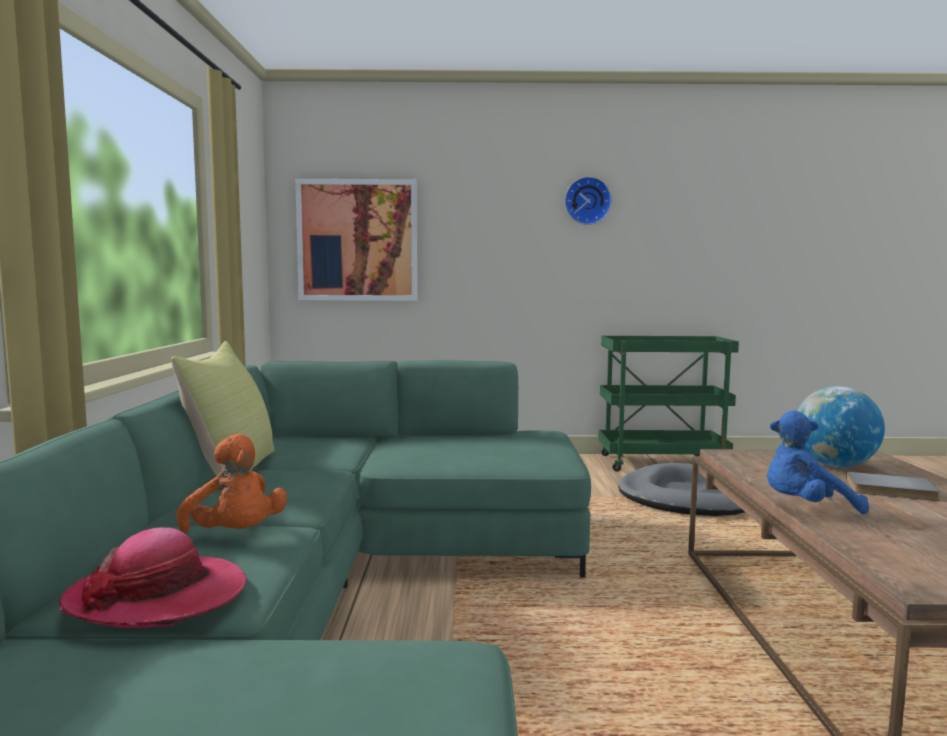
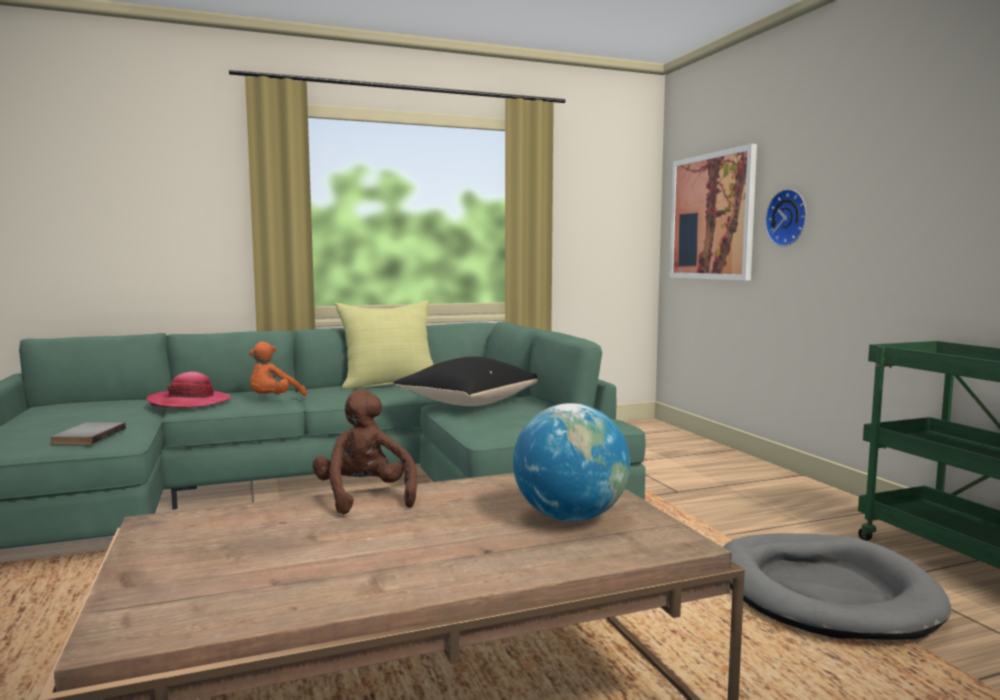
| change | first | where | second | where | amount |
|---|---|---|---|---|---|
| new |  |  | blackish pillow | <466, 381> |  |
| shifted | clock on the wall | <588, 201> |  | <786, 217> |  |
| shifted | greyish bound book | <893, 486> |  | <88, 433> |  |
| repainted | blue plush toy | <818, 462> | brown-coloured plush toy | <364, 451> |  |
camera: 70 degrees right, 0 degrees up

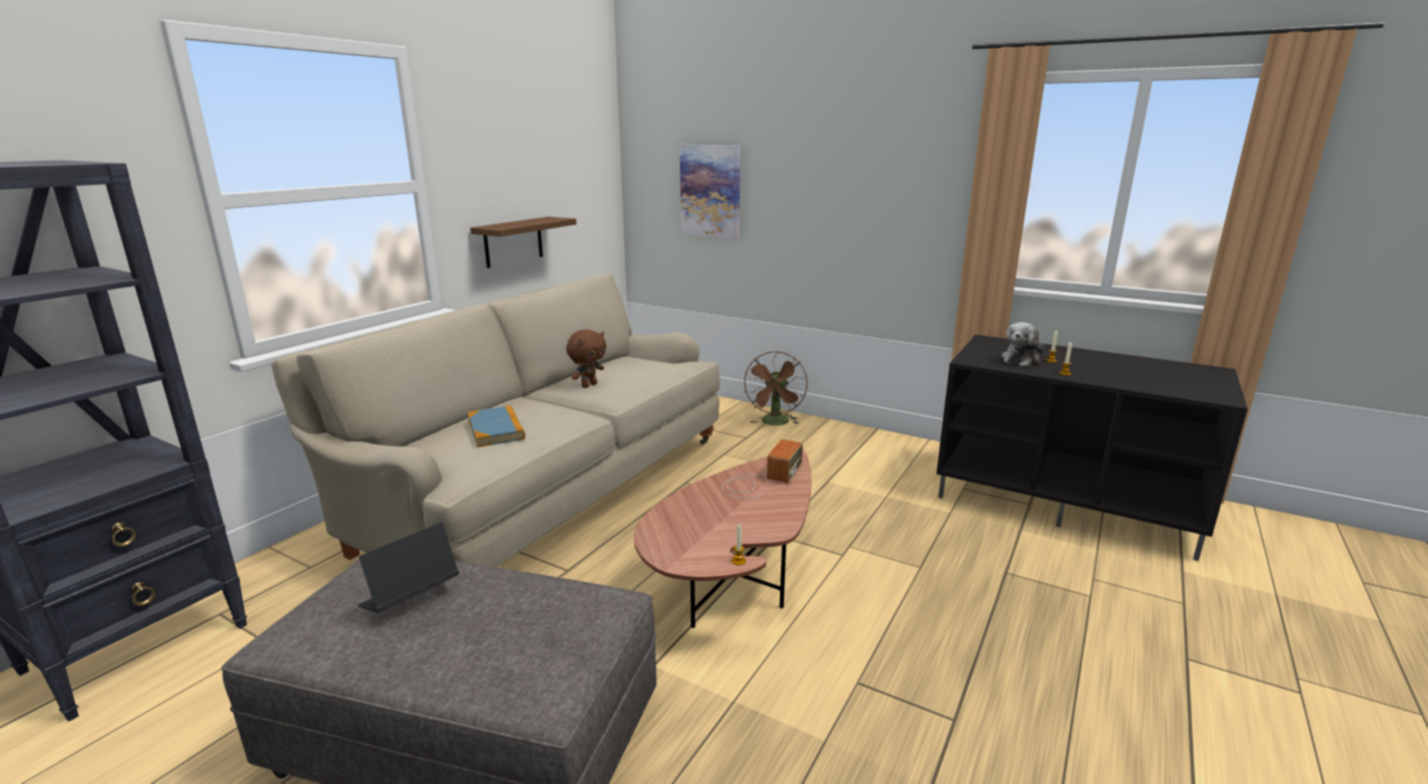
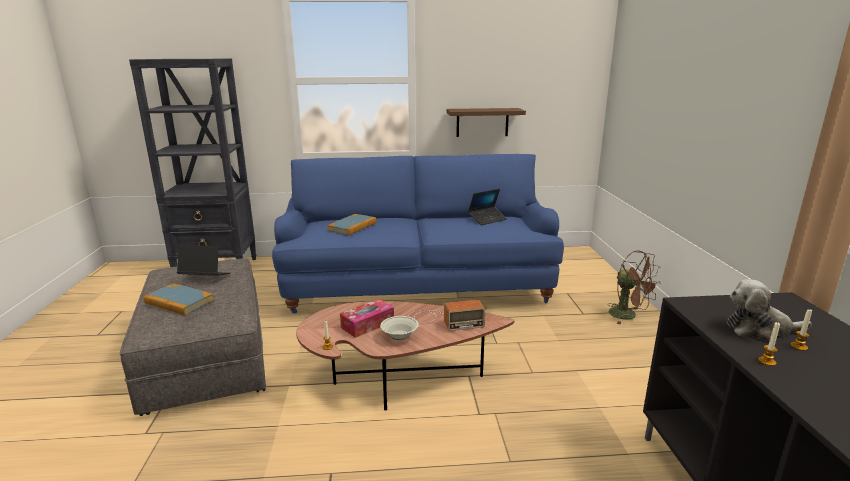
| change | first | where | second | where | amount |
|---|---|---|---|---|---|
| gone | brown-coloured plush toy | <586, 358> |  |  |  |
| gone | wall picture | <710, 192> |  |  |  |
| new |  |  | bound book | <178, 299> |  |
| new |  |  | tissue box | <367, 318> |  |
| new |  |  | white bowl | <399, 328> |  |
| new |  |  | notebook computer | <487, 207> |  |
| repainted | beige settee | <495, 420> | blue settee | <418, 234> |  |
| rotated | brown-coloured electric fan | <775, 388> |  | <634, 287> | 105 degrees counterclockwise |
camera: 55 degrees right, 0 degrees up

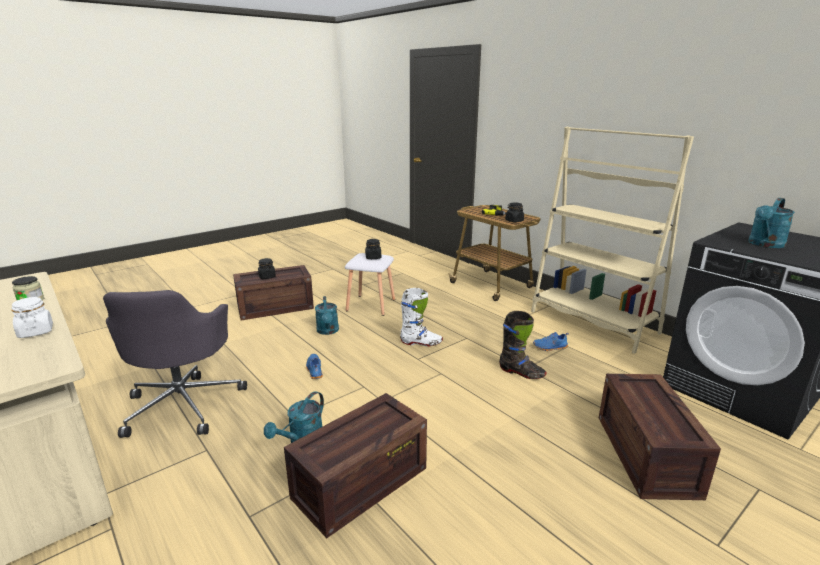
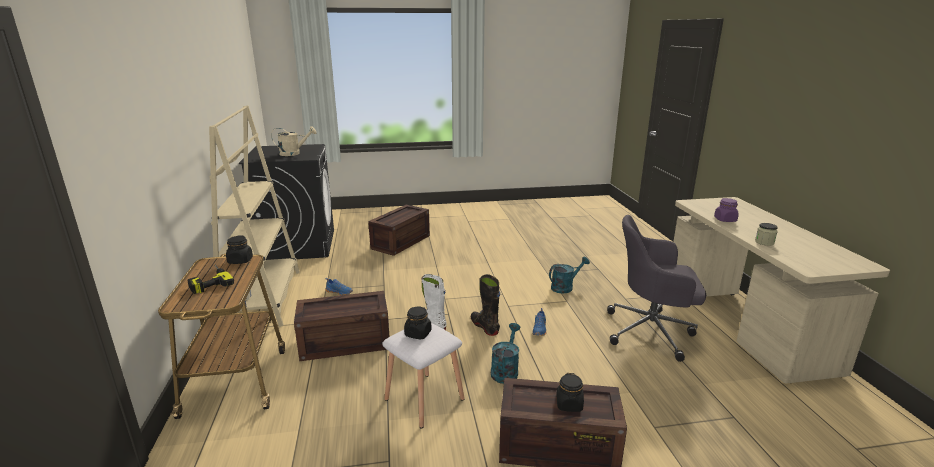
| change | first | where | second | where | amount |
|---|---|---|---|---|---|
| shifted | shipping crate | <355, 465> |  | <341, 326> |  |
| shifted | blackish tall boot | <523, 345> |  | <485, 305> |  |
| repainted | white storage jar | <32, 317> | purple storage jar | <726, 210> |  |
| repainted | turquoise-coloured watering can | <771, 223> | beige watering can | <293, 141> |  |
| rotated | greyish office chair | <175, 364> |  | <656, 288> | 105 degrees counterclockwise |
camera: 150 degrees left, 0 degrees up

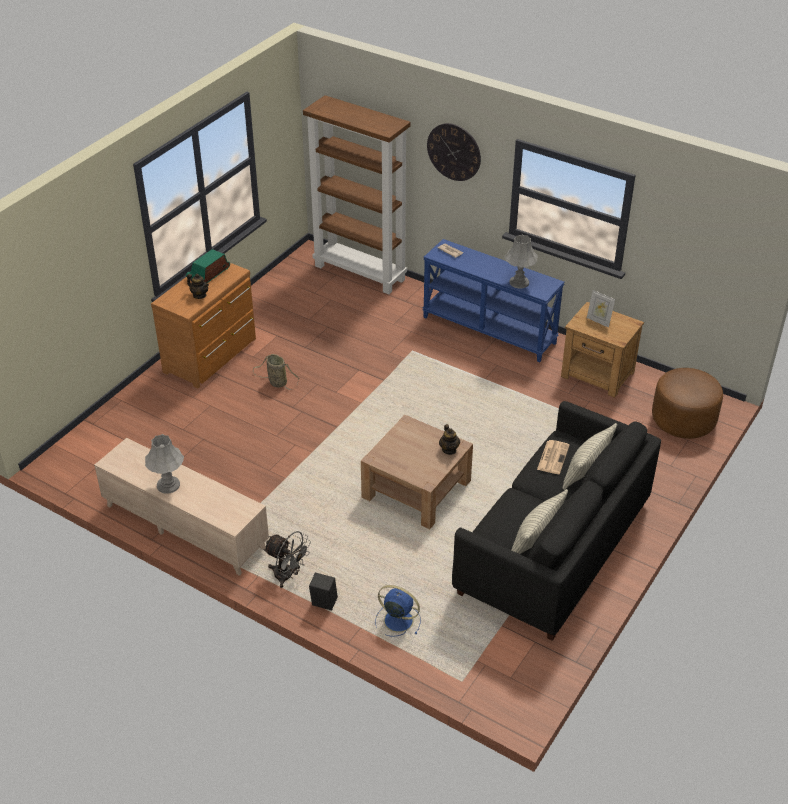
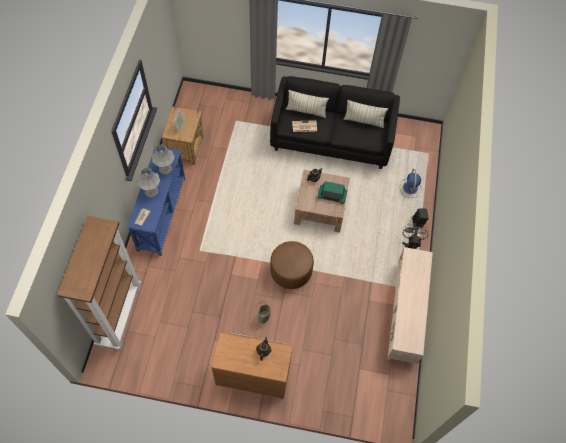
| change | first | where | second | where | amount |
|---|---|---|---|---|---|
| gone | clock on the wall | <454, 152> |  |  |  |
| shifted | greyish table lamp | <164, 464> |  | <148, 182> |  |
| shifted | radio receiver | <208, 266> |  | <332, 192> |  |
| shifted | brown-coloured ottoman | <687, 403> |  | <292, 265> |  |
camera: 115 degrees left, 20 degrees up

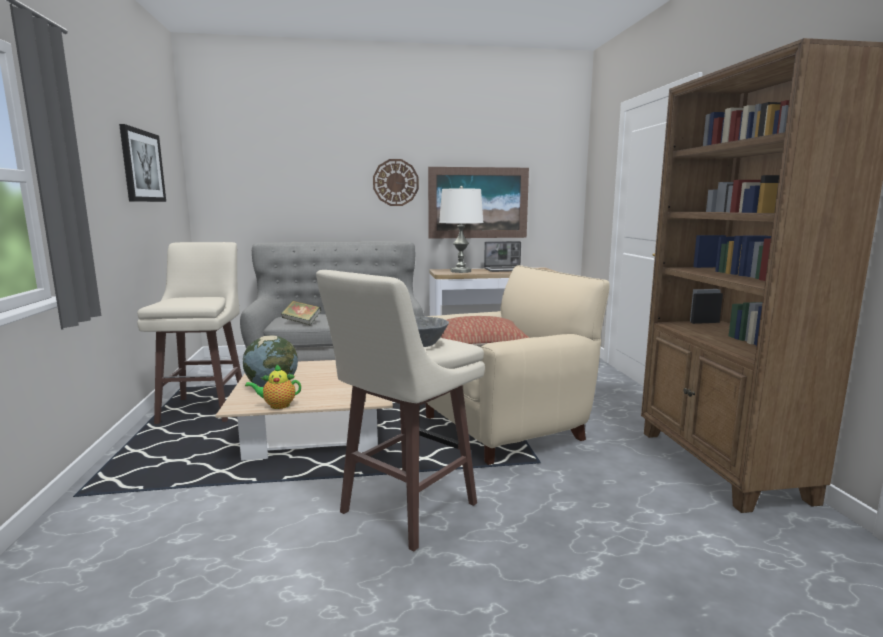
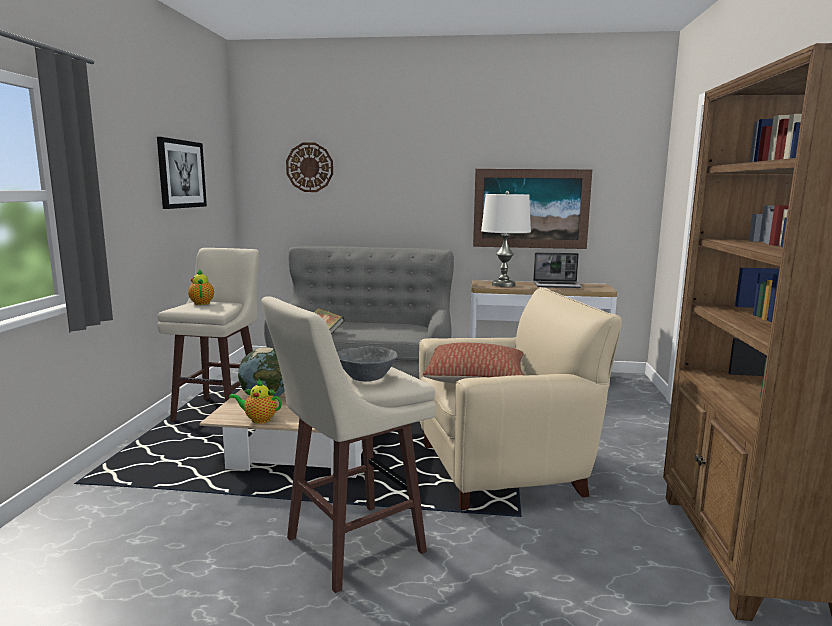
| change | first | where | second | where | amount |
|---|---|---|---|---|---|
| new |  |  | tea pot | <201, 287> |  |
| shifted | clock on the wall | <396, 182> |  | <309, 167> |  |
camera: 15 degrees right, 0 degrees up

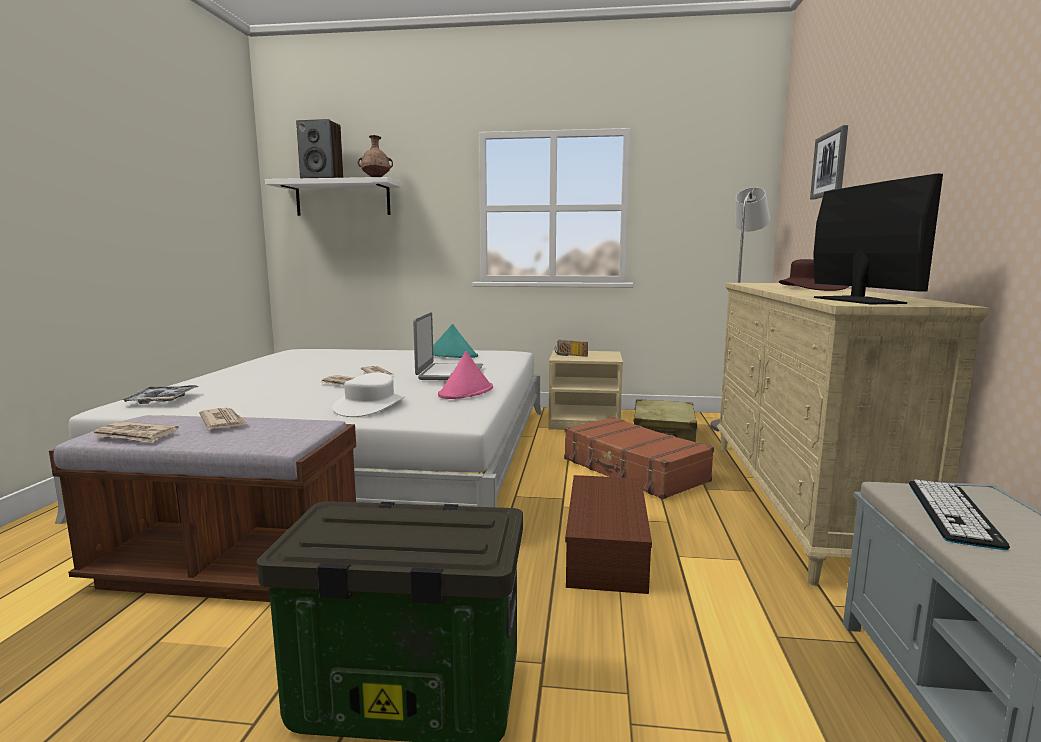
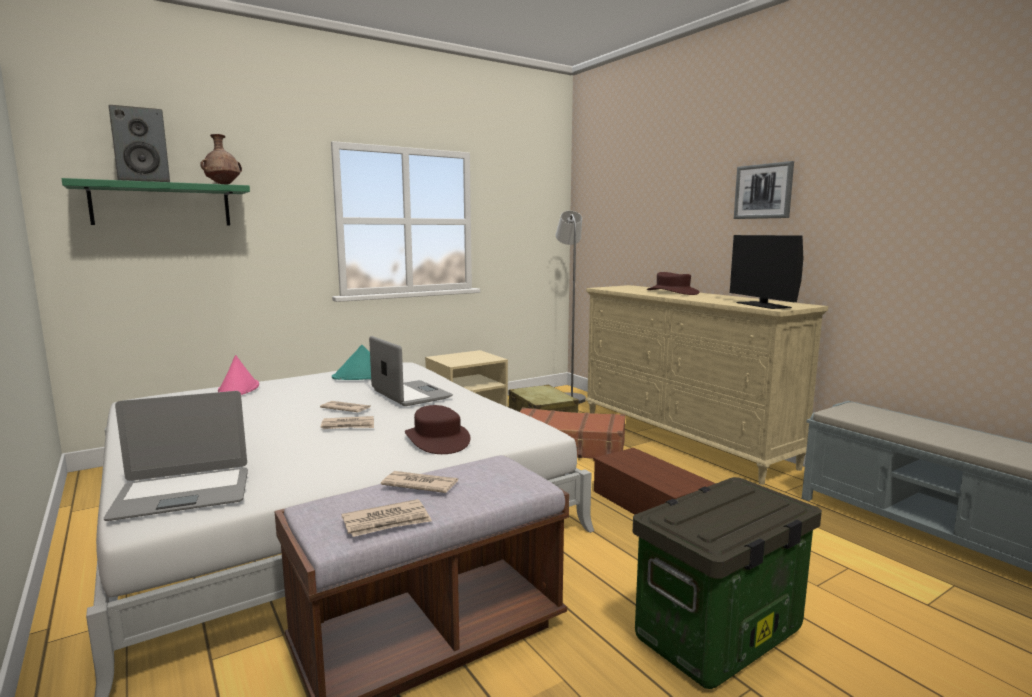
| change | first | where | second | where | amount |
|---|---|---|---|---|---|
| gone | radio receiver | <571, 348> |  |  |  |
| gone | keyboard | <959, 514> |  |  |  |
| shifted | pink clothing hat | <465, 375> |  | <238, 375> |  |
| shifted | wall picture | <829, 162> |  | <764, 190> |  |
| swapped | serving tray | <159, 394> | notebook computer | <176, 456> |  |
| repainted | white bracket shelf | <333, 196> | green-coloured bracket shelf | <155, 202> |  |
| repainted | white clothing hat | <369, 395> | brown-coloured clothing hat | <437, 429> |  |
| rotated | computer screen | <878, 239> |  | <766, 272> | 150 degrees counterclockwise |
camera: 40 degrees left, 0 degrees up

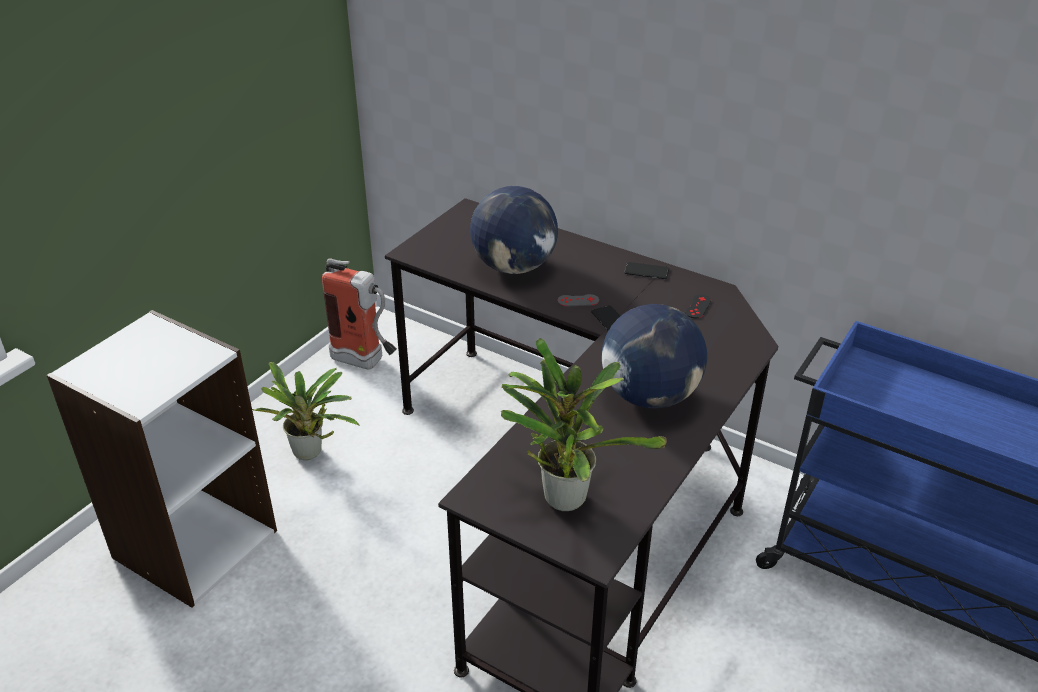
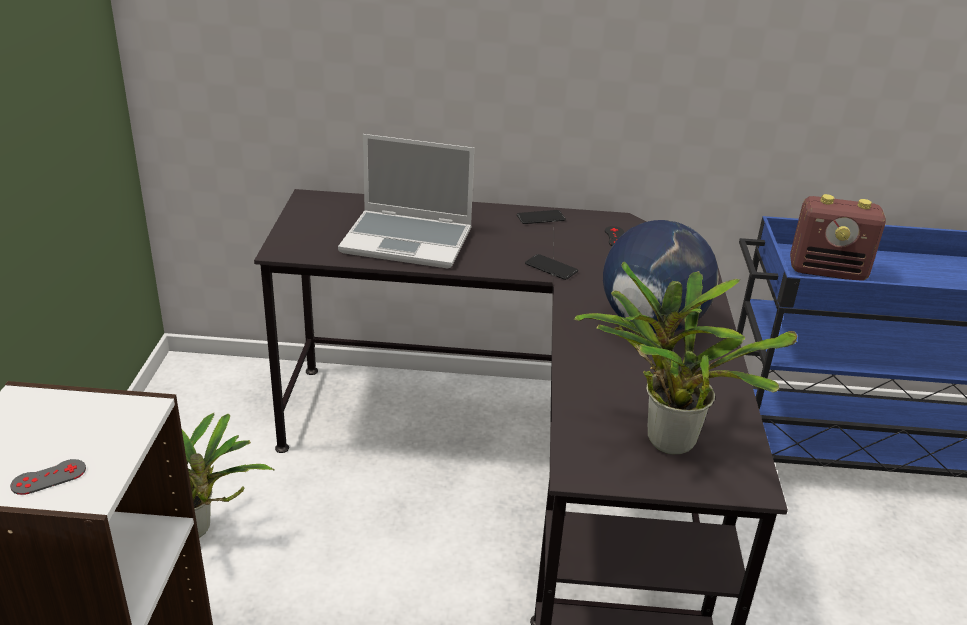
| change | first | where | second | where | amount |
|---|---|---|---|---|---|
| gone | fire-fighting cylinder | <359, 313> |  |  |  |
| new |  |  | radio receiver | <838, 237> |  |
| shifted | greyish joypad | <578, 300> |  | <48, 477> |  |
| swapped | globe | <514, 230> | notebook computer | <406, 201> |  |
camera: 30 degrees left, 5 degrees down

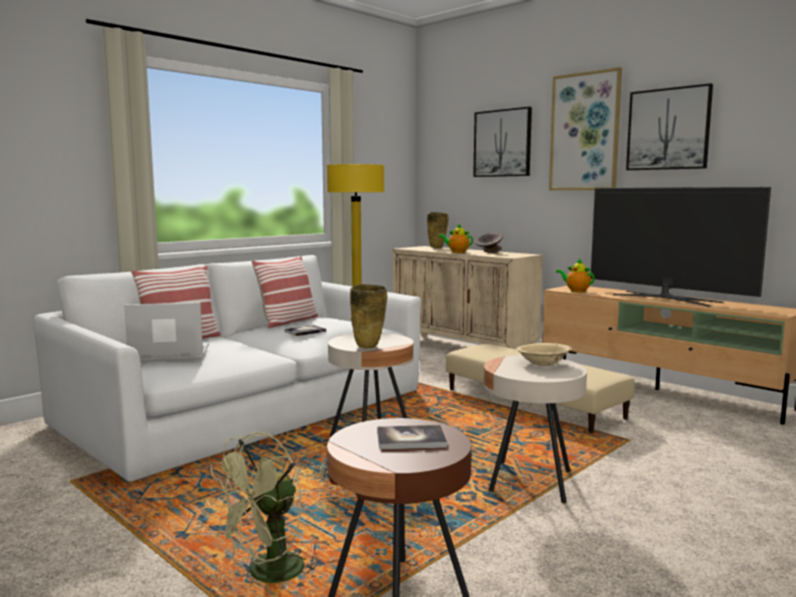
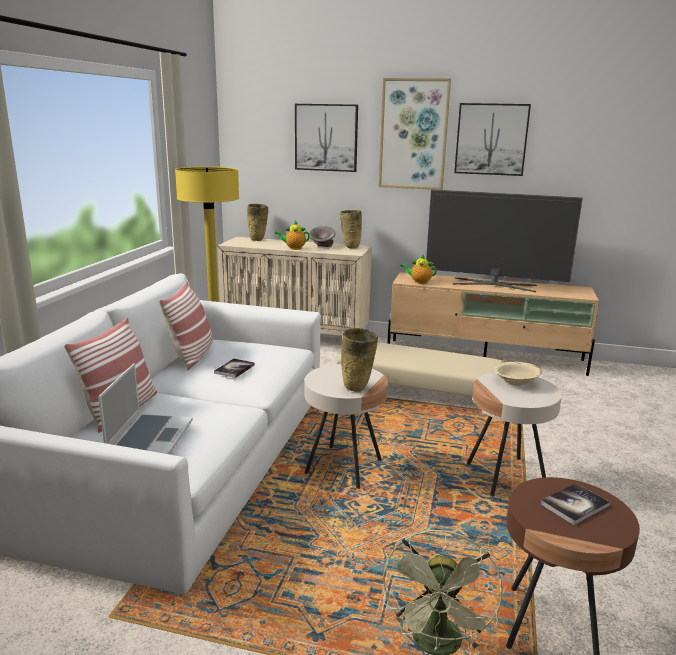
| change | first | where | second | where | amount |
|---|---|---|---|---|---|
| new |  |  | beige decorative vase | <351, 229> |  |
| rotated | notebook computer | <166, 332> |  | <145, 408> | 135 degrees clockwise |
camera: 30 degrees left, 10 degrees up

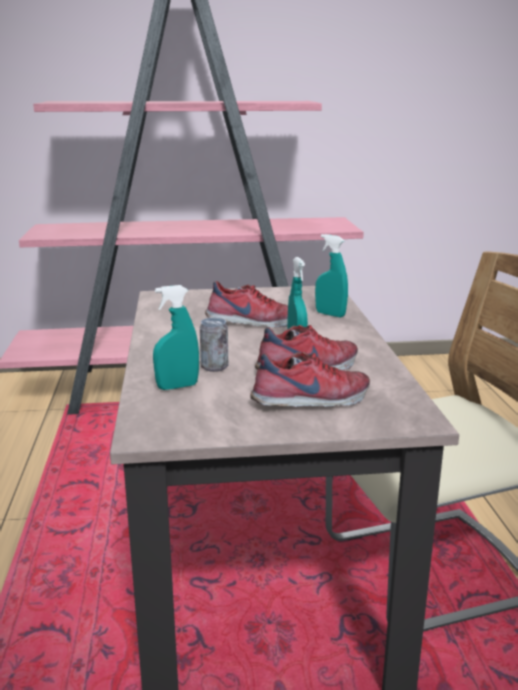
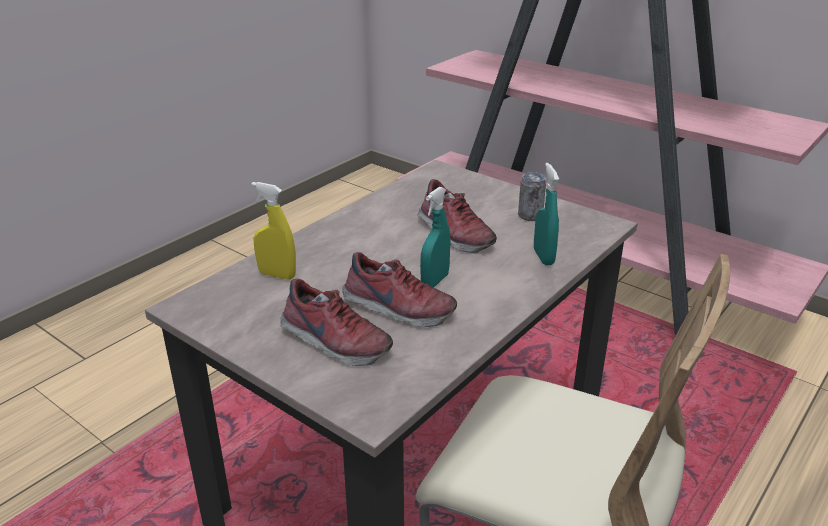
| change | first | where | second | where | amount |
|---|---|---|---|---|---|
| shifted | sealed can | <214, 345> |  | <532, 196> |  |
| repainted | turquoise-coloured hand sprayer | <176, 337> | yellow hand sprayer | <273, 231> |  |
camera: 45 degrees right, 10 degrees up

